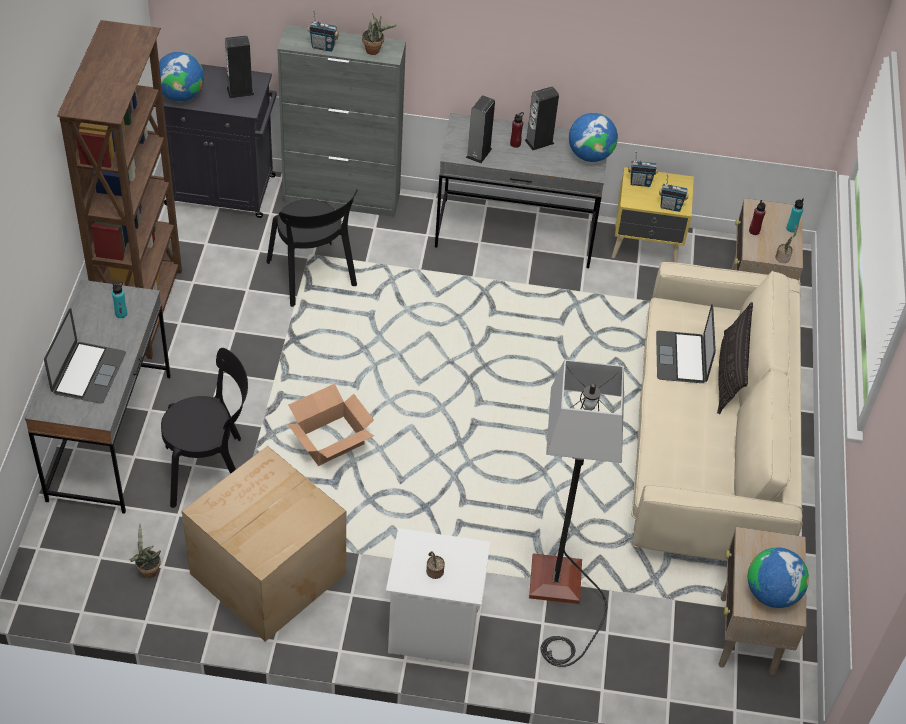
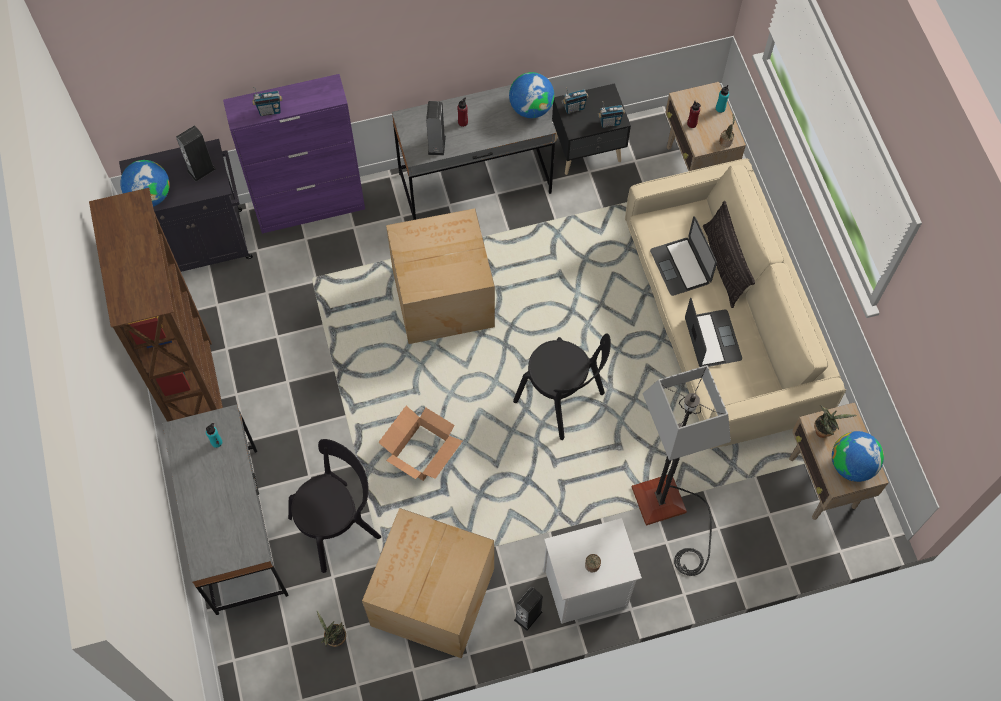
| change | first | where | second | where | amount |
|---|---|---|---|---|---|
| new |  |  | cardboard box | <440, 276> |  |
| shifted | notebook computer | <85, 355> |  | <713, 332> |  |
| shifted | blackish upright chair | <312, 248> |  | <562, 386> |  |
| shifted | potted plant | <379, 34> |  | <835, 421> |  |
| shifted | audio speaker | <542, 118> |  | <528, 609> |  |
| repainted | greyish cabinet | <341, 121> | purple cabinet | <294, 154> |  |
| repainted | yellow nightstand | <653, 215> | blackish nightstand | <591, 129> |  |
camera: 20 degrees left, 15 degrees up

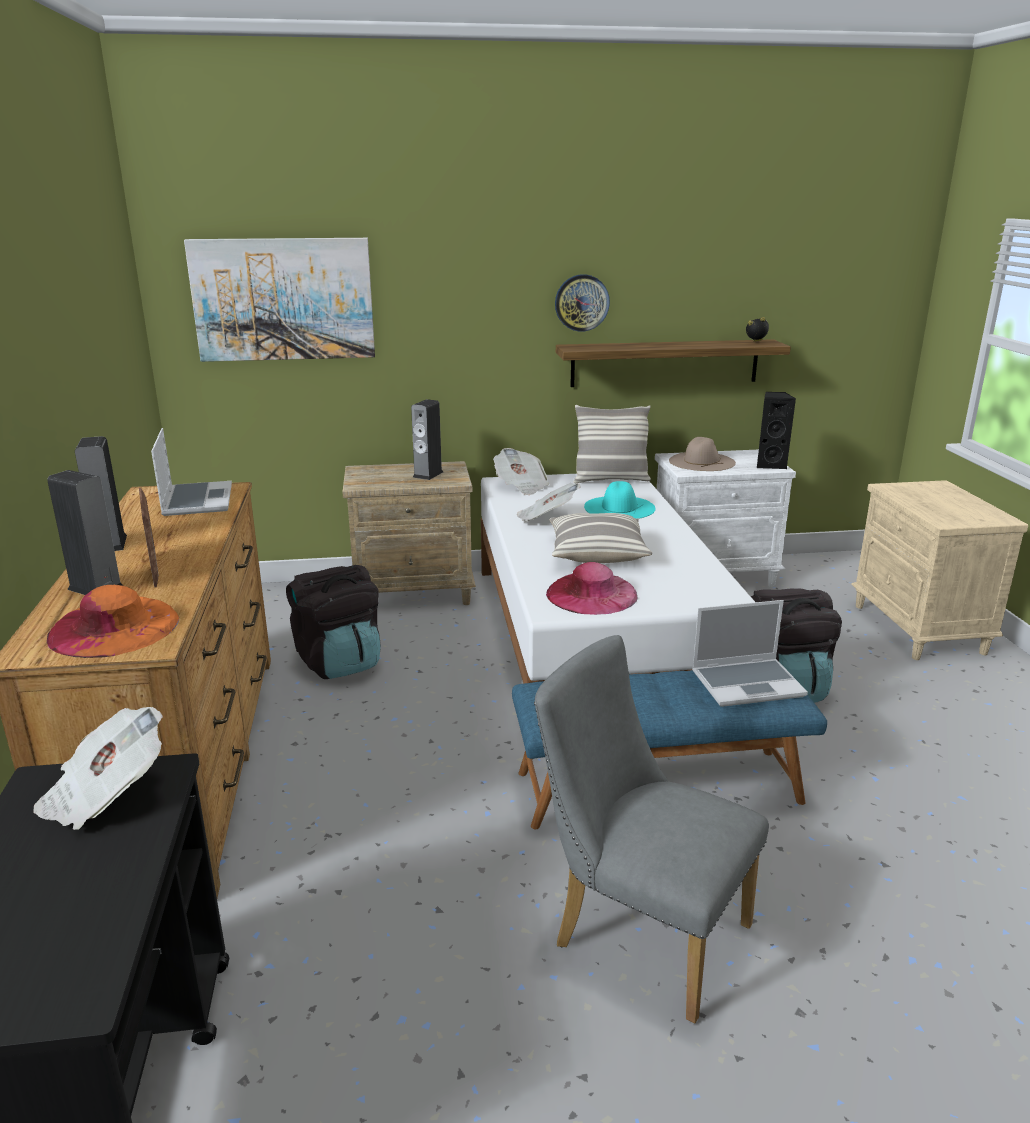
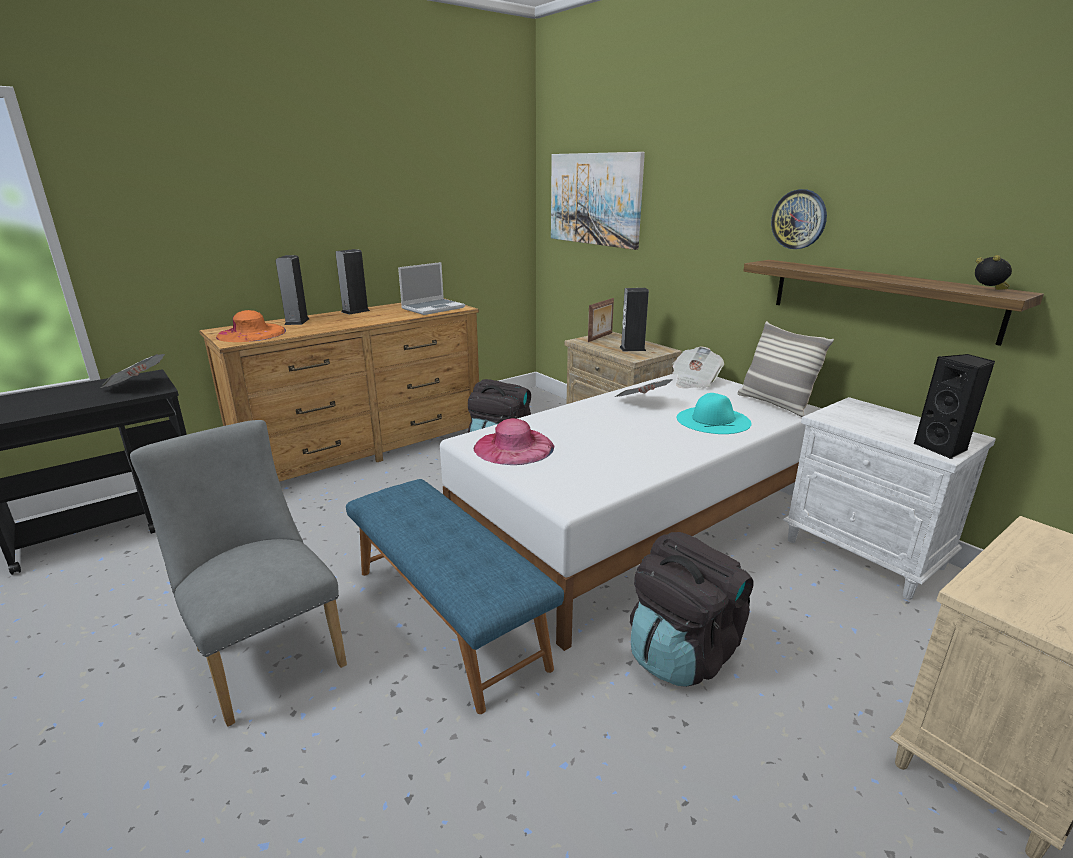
| change | first | where | second | where | amount |
|---|---|---|---|---|---|
| gone | pillow | <601, 538> |  |  |  |
| gone | beige clothing hat | <702, 454> |  |  |  |
| gone | notebook computer | <750, 653> |  |  |  |
| shifted | picture frame | <149, 538> |  | <601, 320> |  |
| rotated | greyish upright chair | <651, 829> |  | <238, 573> | 45 degrees counterclockwise |
camera: 60 degrees right, 0 degrees up

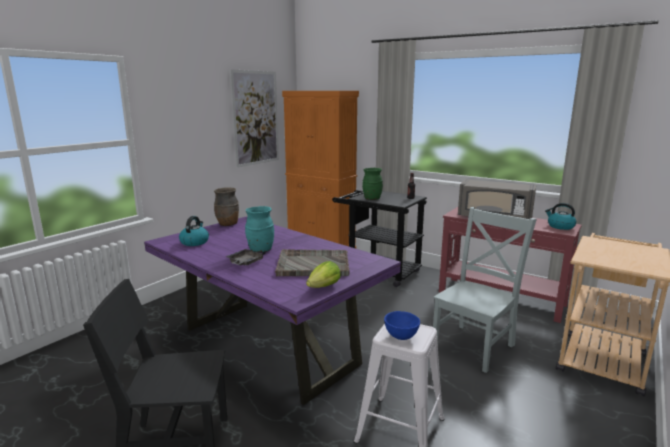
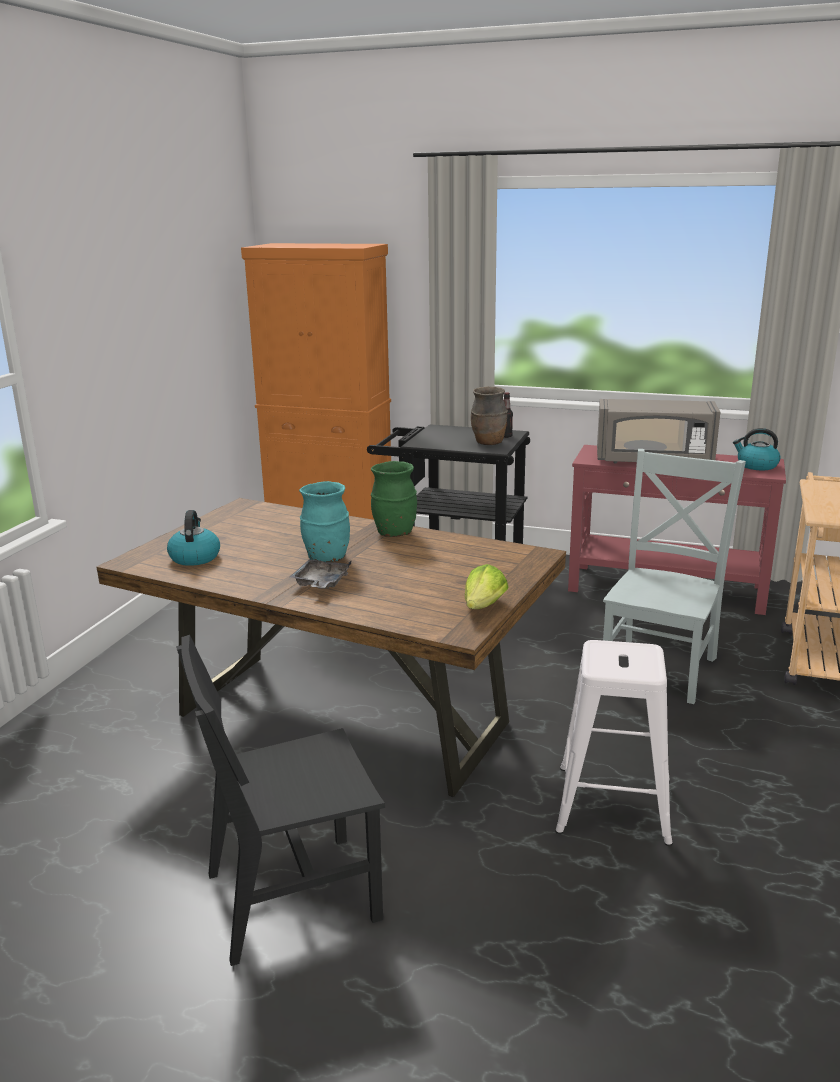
| change | first | where | second | where | amount |
|---|---|---|---|---|---|
| gone | wall picture | <254, 118> |  |  |  |
| gone | greyish serving tray | <312, 262> |  |  |  |
| gone | blue bowl | <402, 325> |  |  |  |
| shifted | brown-coloured decorative vase | <226, 206> |  | <489, 415> |  |
| shifted | green-coloured decorative vase | <372, 184> |  | <394, 499> |  |
| repainted | purple dinner table | <272, 310> | brown-coloured dinner table | <331, 647> |  |
camera: 15 degrees left, 5 degrees up

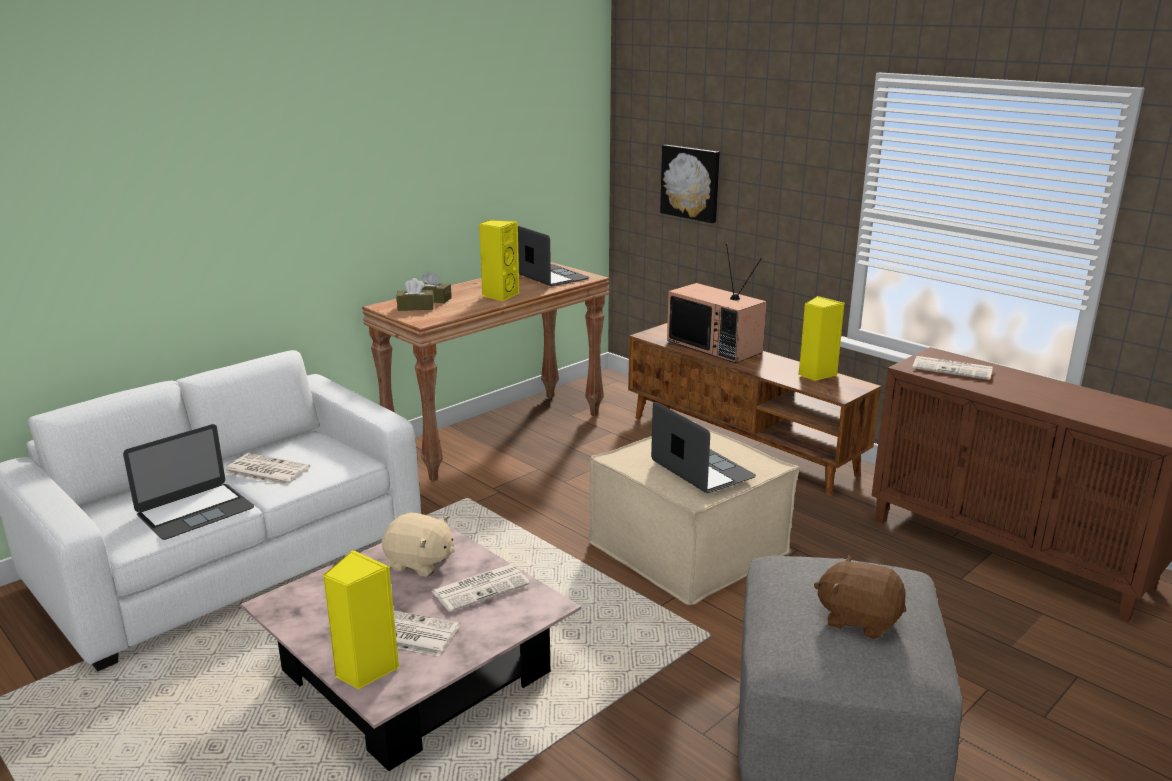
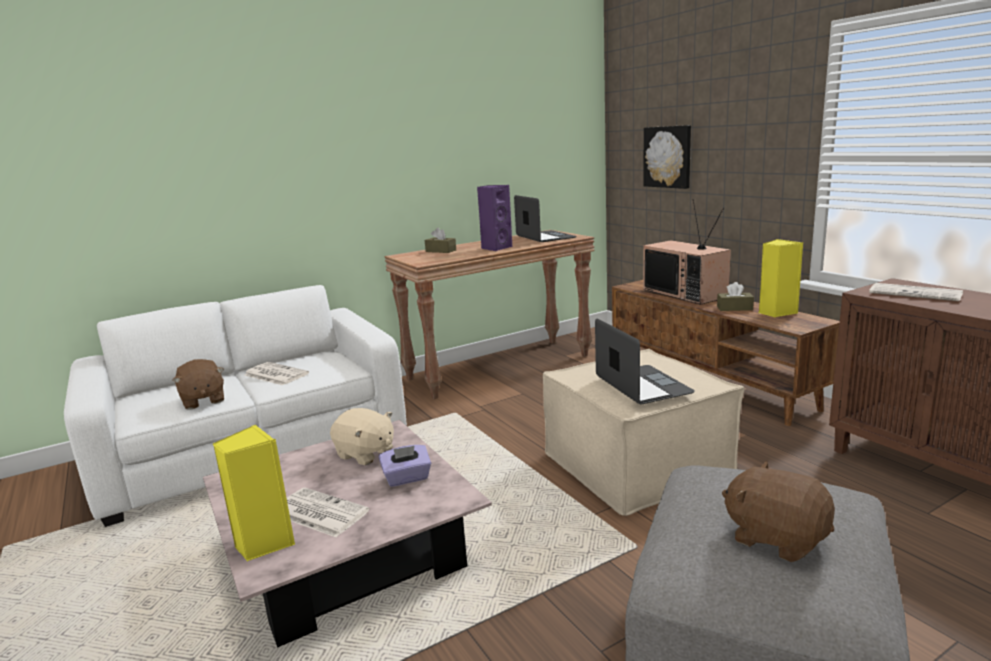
| change | first | where | second | where | amount |
|---|---|---|---|---|---|
| shifted | brown-coloured tissue box | <415, 294> |  | <735, 296> |  |
| swapped | notebook computer | <188, 482> | brown-coloured plush toy | <198, 384> |  |
| swapped | newspaper | <481, 588> | purple tissue box | <405, 466> |  |
| repainted | yellow audio speaker | <499, 260> | purple audio speaker | <494, 218> |  |
camera: 15 degrees right, 5 degrees down

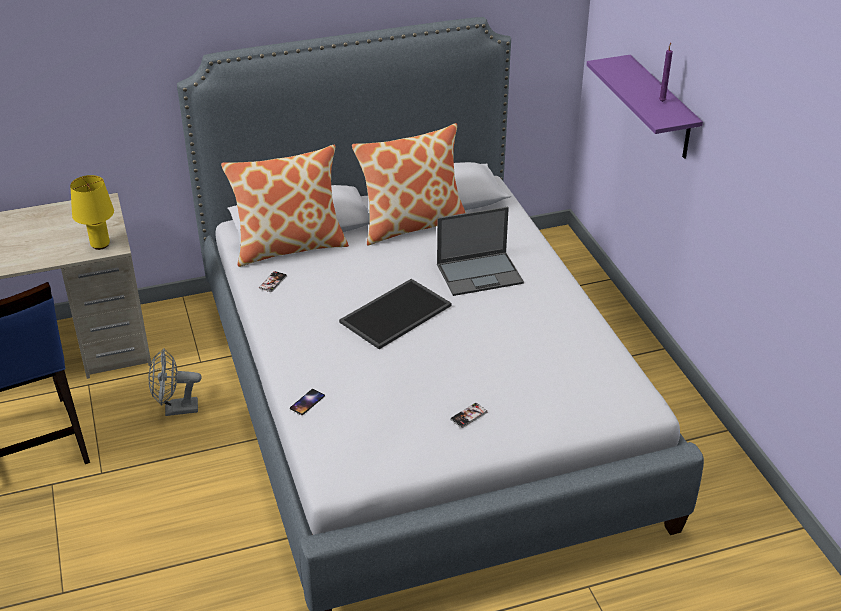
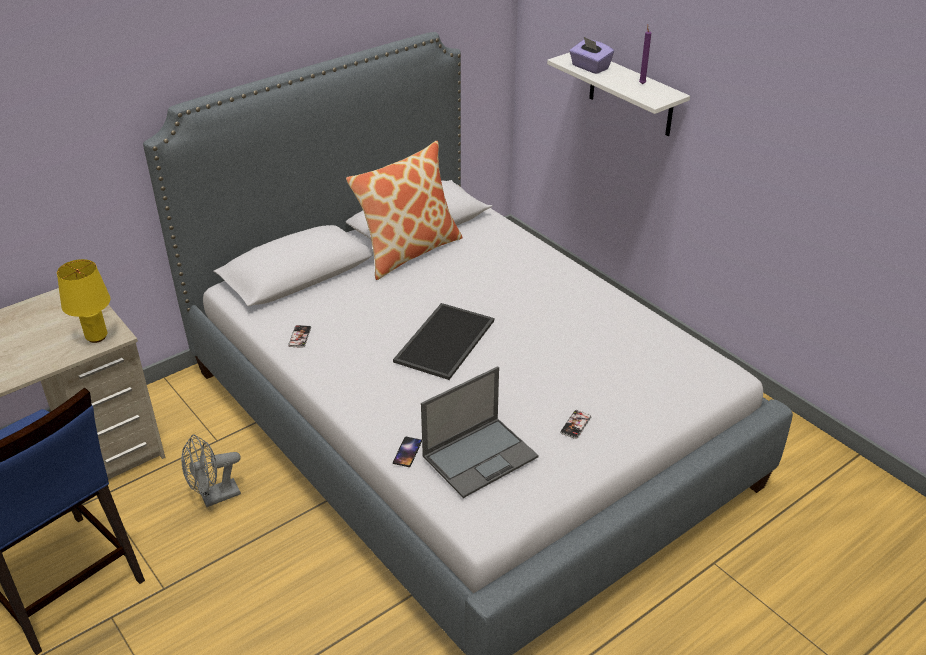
| change | first | where | second | where | amount |
|---|---|---|---|---|---|
| gone | pillow | <285, 206> |  |  |  |
| new |  |  | purple tissue box | <591, 55> |  |
| shifted | notebook computer | <480, 251> |  | <480, 432> |  |
| repainted | purple bracket shelf | <644, 107> | white bracket shelf | <618, 94> |  |
camera: 20 degrees left, 0 degrees up

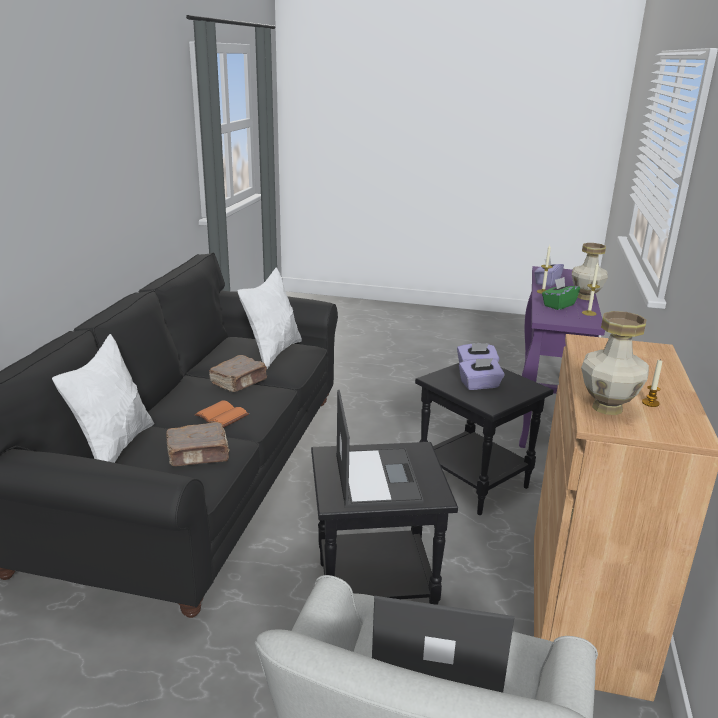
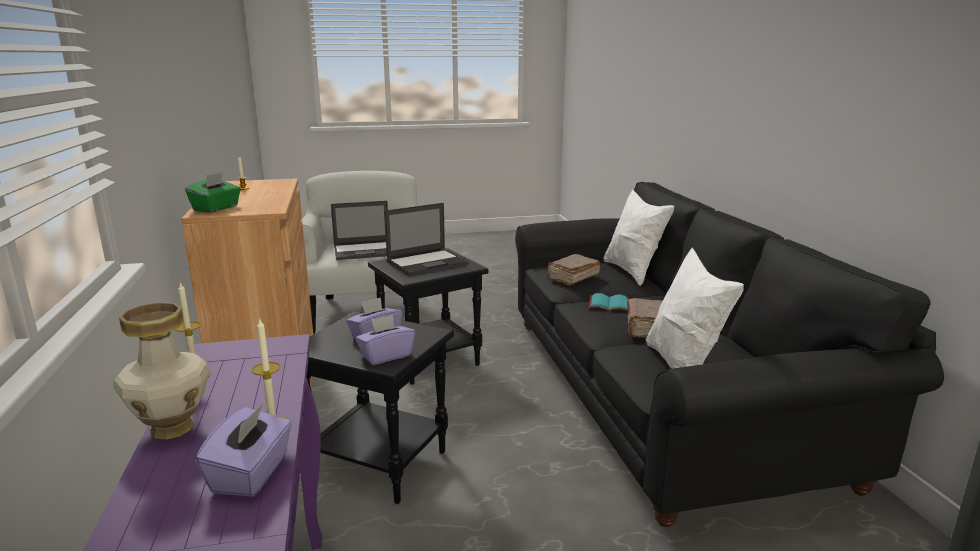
| change | first | where | second | where | amount |
|---|---|---|---|---|---|
| gone | decorative vase | <615, 363> |  |  |  |
| shifted | green-coloured tissue box | <561, 293> |  | <213, 192> |  |
| repainted | orange-coloured bound book | <221, 414> | turquoise-coloured bound book | <609, 302> |  |
| rotated | notebook computer | <380, 449> |  | <426, 239> | 90 degrees counterclockwise |
camera: 155 degrees right, 5 degrees down

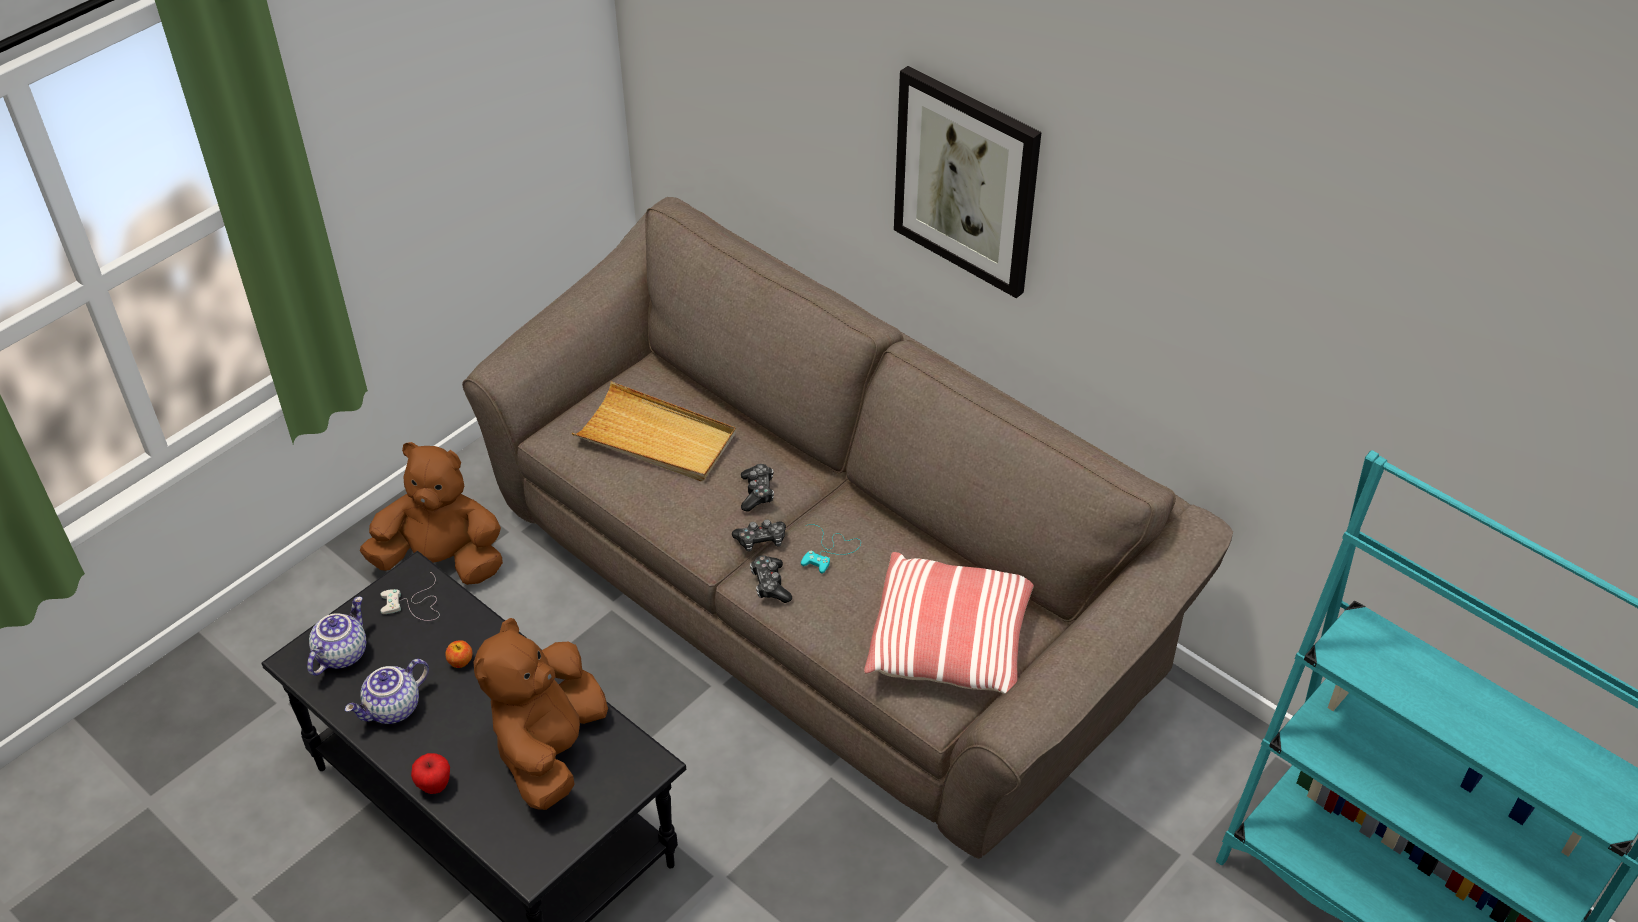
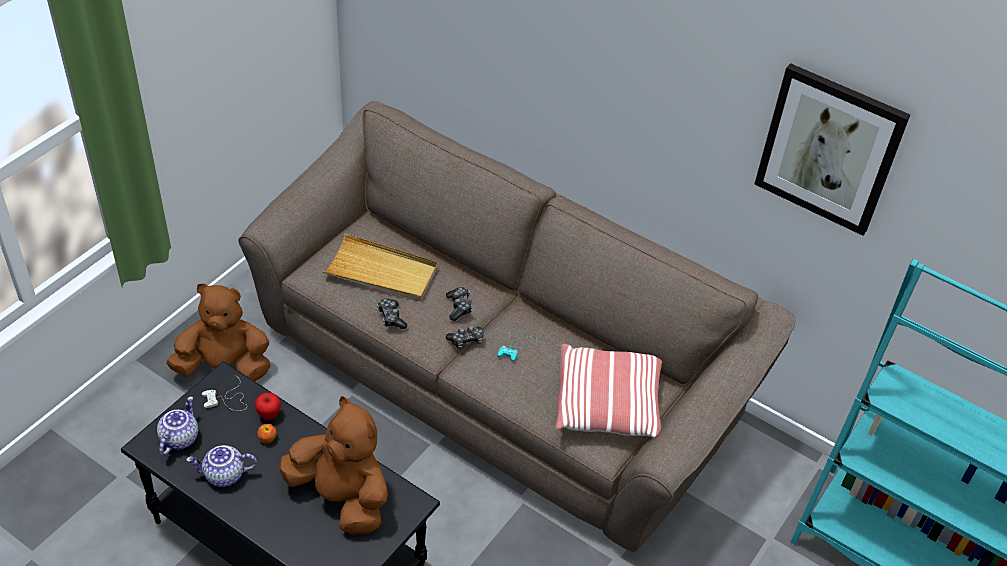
| change | first | where | second | where | amount |
|---|---|---|---|---|---|
| shifted | whole apple | <430, 773> |  | <268, 406> |  |
| shifted | joypad | <771, 579> |  | <392, 313> |  |
| shifted | wall picture | <967, 182> |  | <832, 149> |  |
| rotated | tea pot | <387, 691> |  | <221, 466> | 45 degrees clockwise |
| rotated | brown-coloured plush toy | <540, 714> |  | <333, 465> | 120 degrees clockwise |
camera: 10 degrees left, 0 degrees up

